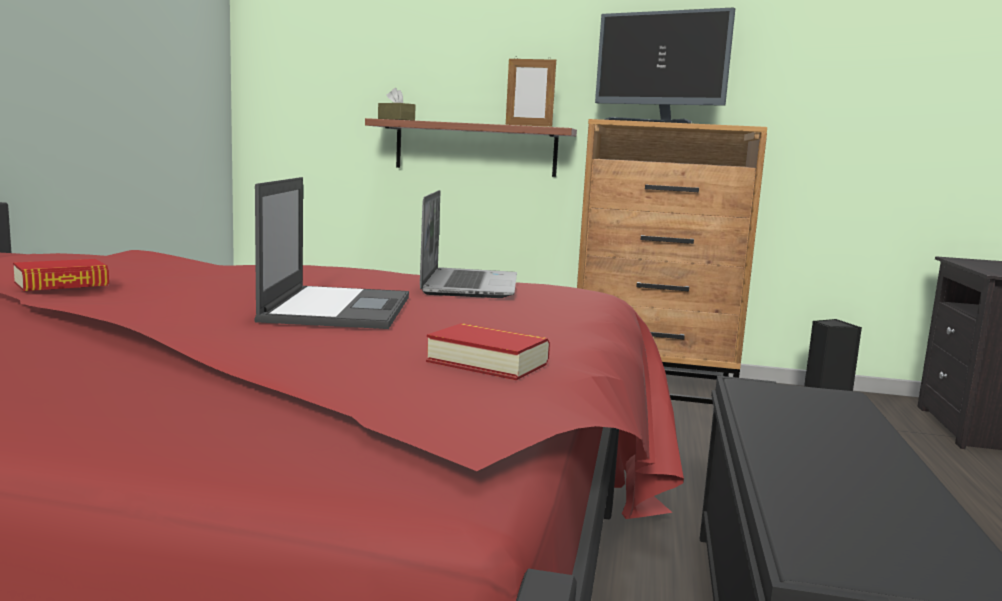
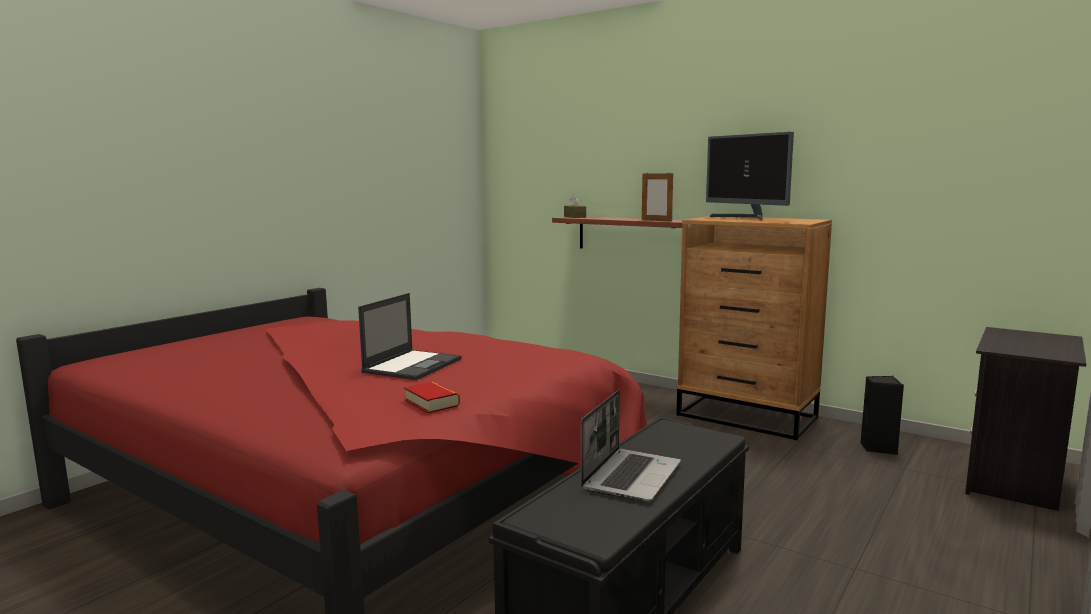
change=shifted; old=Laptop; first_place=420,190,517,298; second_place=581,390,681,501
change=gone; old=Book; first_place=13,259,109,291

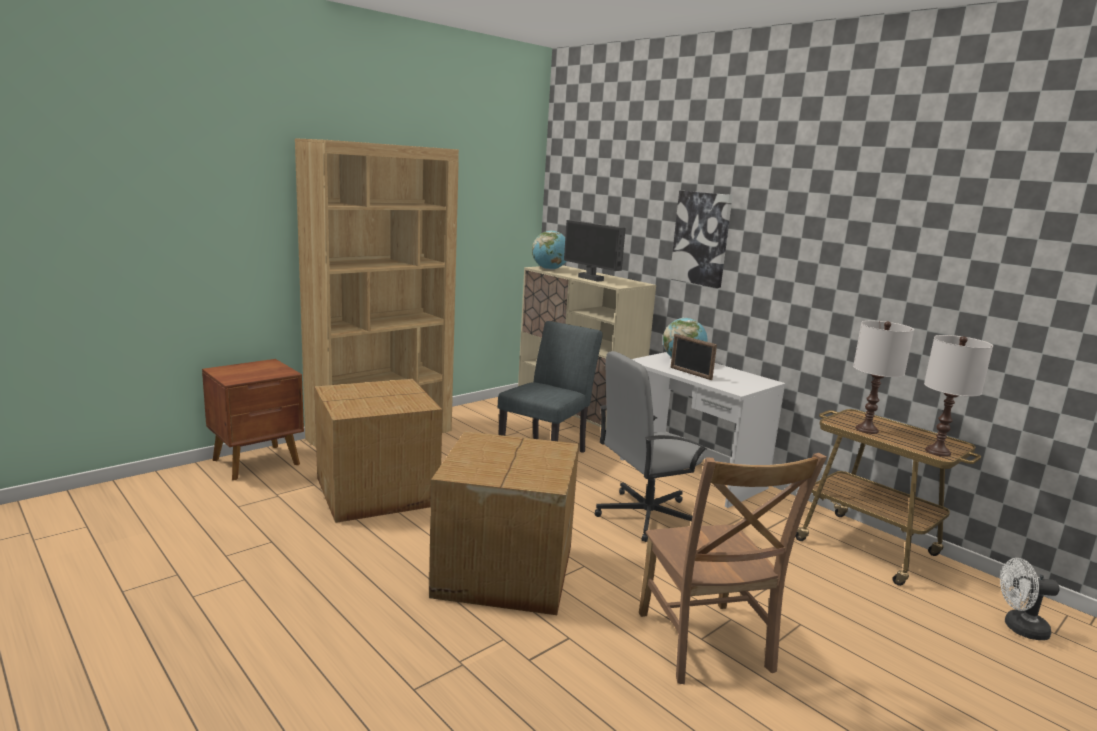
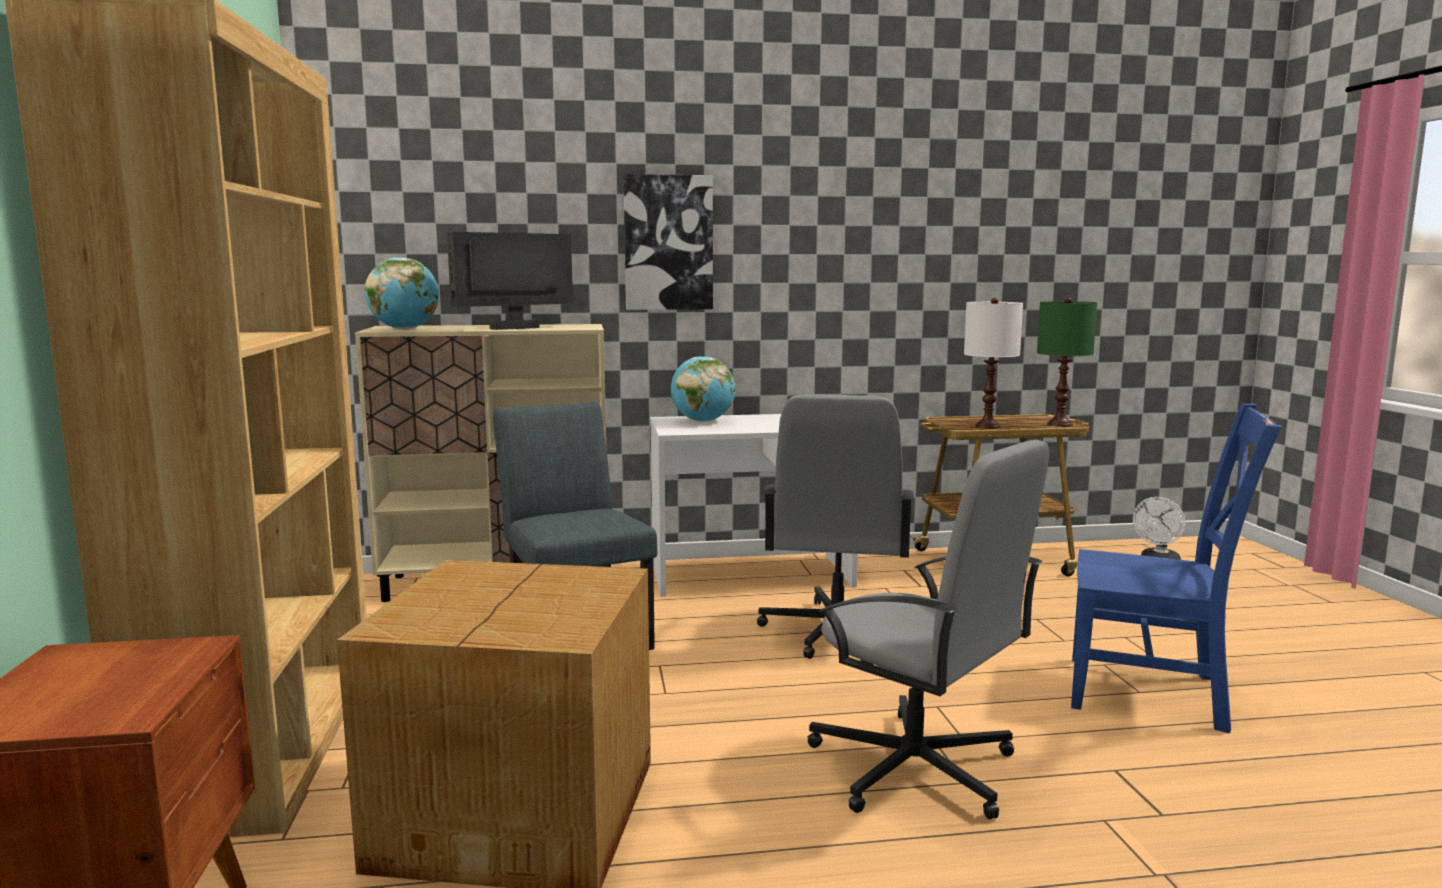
change=rotated; old=Monitor; first_place=564,220,626,282; second_place=447,232,573,330; degrees=150
change=gone; old=PictureFrame; first_place=670,334,717,380
change=repainted; old=WhiteTableLamp; new=GreenTableLamp; first_place=924,335,993,457; second_place=1037,297,1097,427
change=swapped; old=CardboardBox; new=GreyOfficeChair; first_place=429,431,579,615; second_place=807,440,1049,819
change=repainted; old=BrownChair; new=BlueChair; first_place=639,453,827,684; second_place=1071,404,1282,733

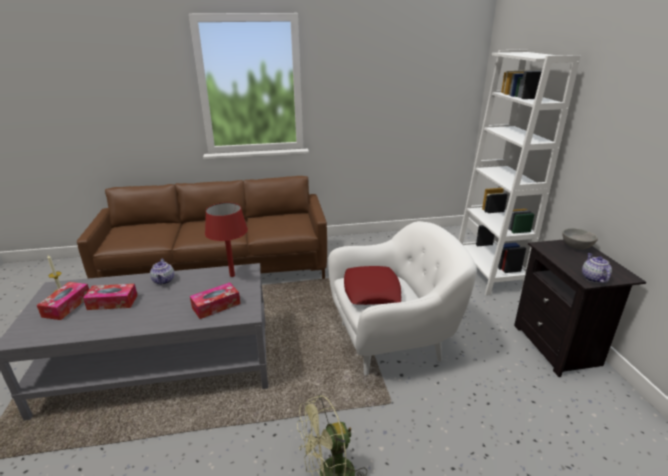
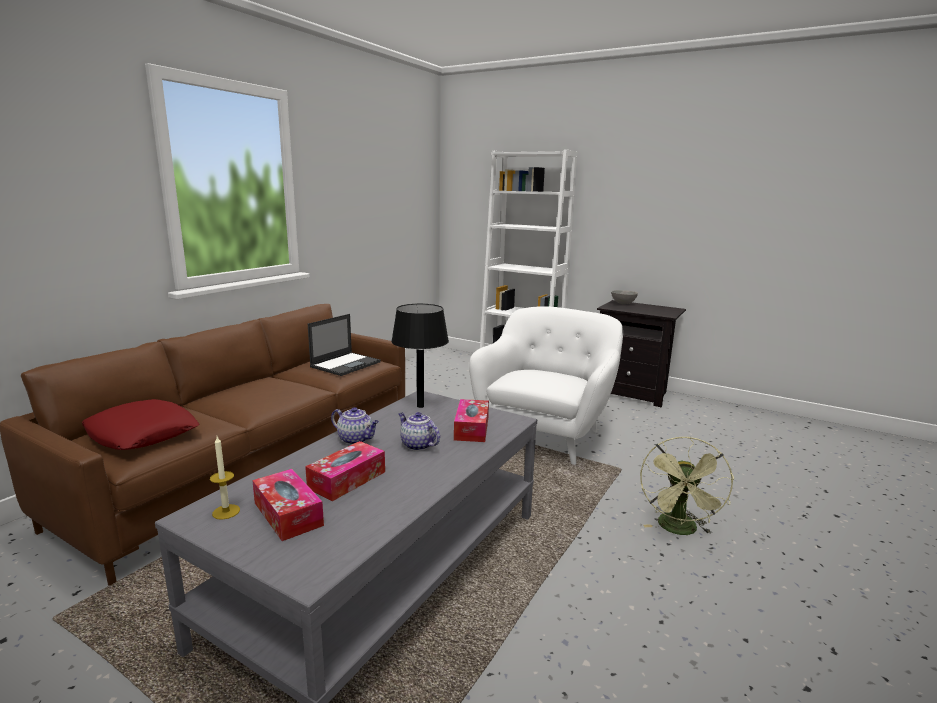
change=repainted; old=RedTableLamp; new=BlackTableLamp; first_place=205,203,248,277; second_place=391,304,449,408
change=shifted; old=Teapot; first_place=582,253,612,283; second_place=398,412,440,451
change=shifted; old=RedPillow; first_place=344,266,402,305; second_place=82,399,200,450
change=new; new=Laptop; second_place=308,314,381,376

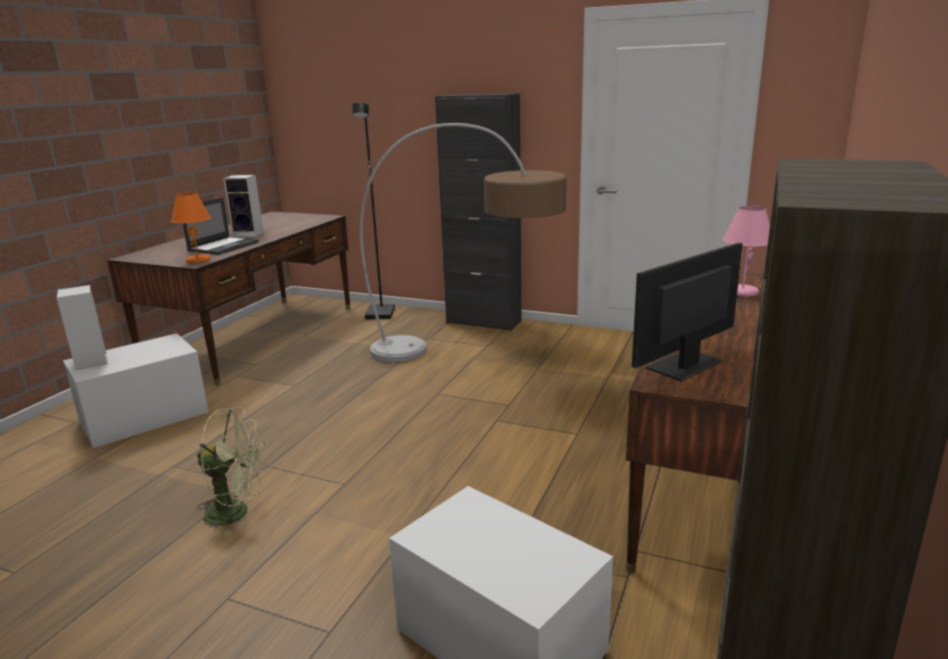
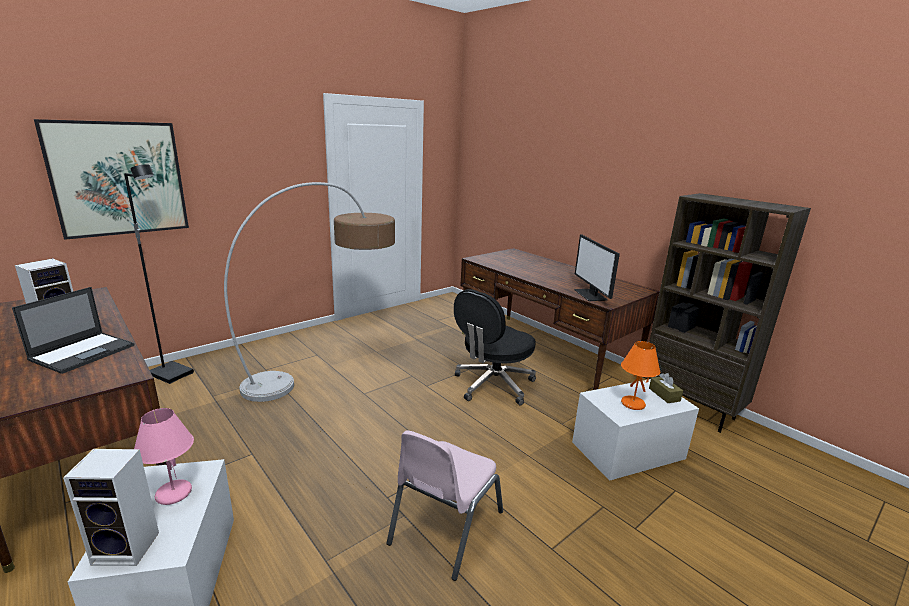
change=gone; old=BlackCabinet; first_place=435,93,521,331
change=shifted; old=OrangeTableLamp; first_place=171,192,211,263; second_place=621,341,660,410
change=rotated; old=Laptop; first_place=183,198,259,255; second_place=12,287,134,374; degrees=60
change=shifted; old=PinkTableLamp; first_place=723,206,770,297; second_place=134,408,194,505
change=swapped; old=GreenFan; new=PinkChair; first_place=197,407,267,537; second_place=387,430,503,581
change=new; new=Picture; second_place=34,119,189,240
change=new; new=BlackOfficeChair; second_place=454,289,536,405
change=new; new=BrownTissueBox; second_place=649,373,683,403

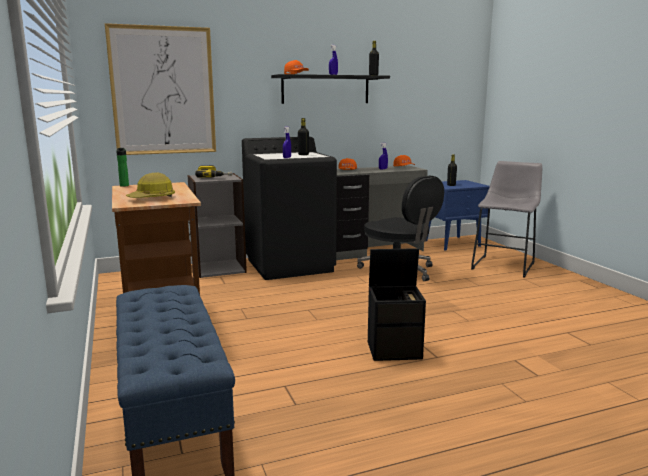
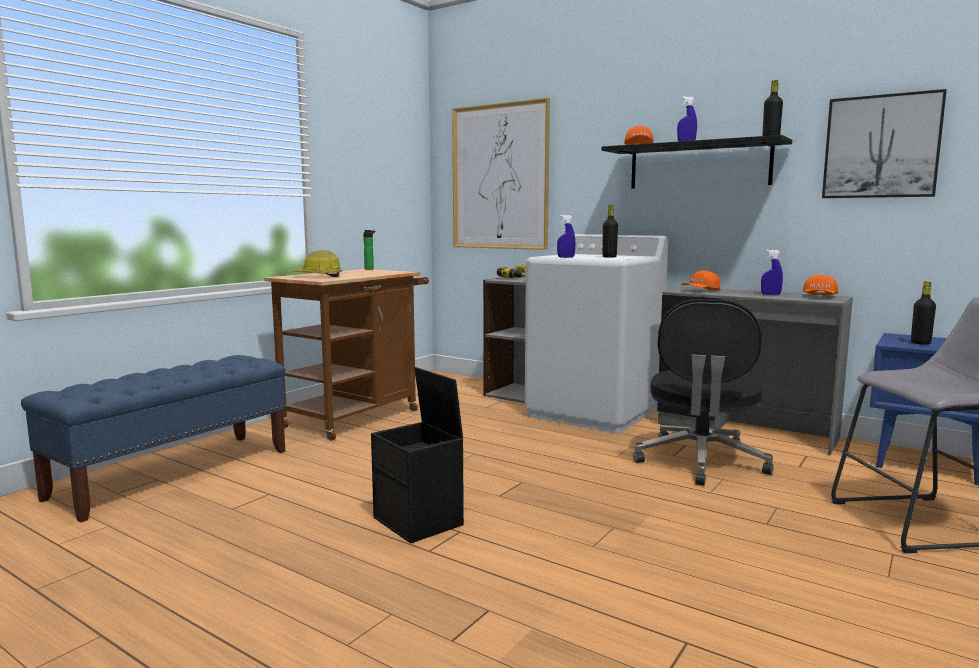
change=repainted; old=BlackWashingMachine; new=WhiteWashingMachine; first_place=242,137,337,280; second_place=525,234,668,434
change=new; new=Picture; second_place=822,89,947,198

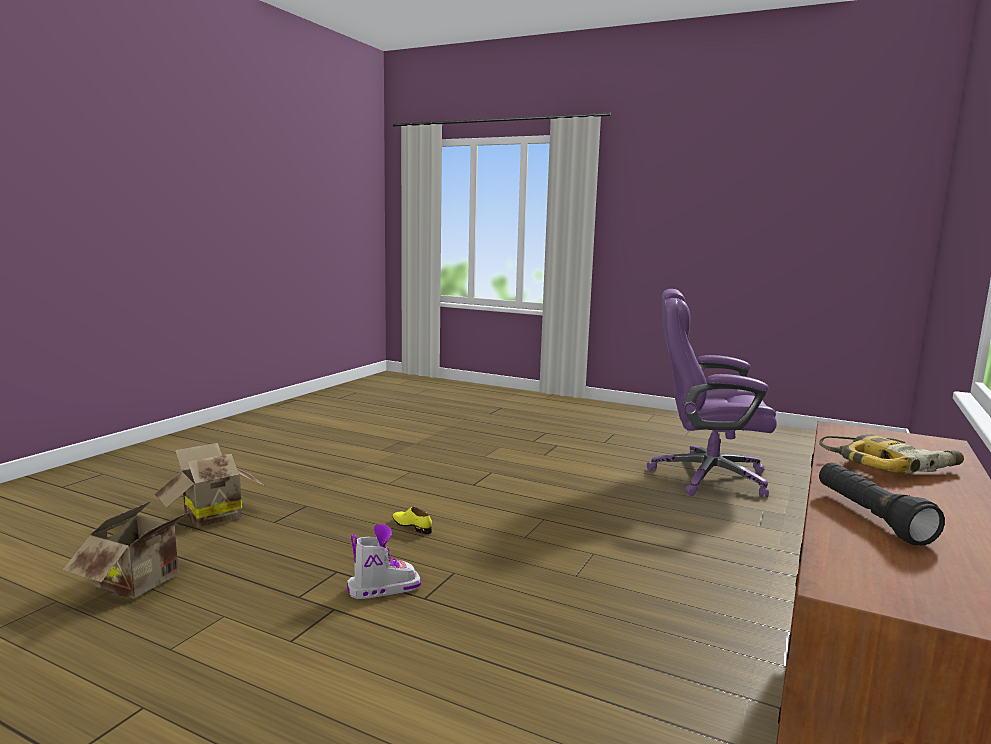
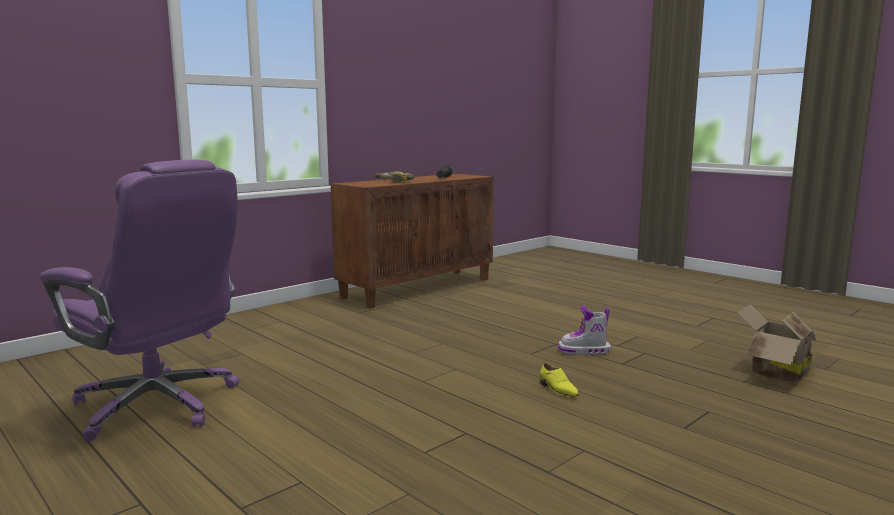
change=gone; old=CardboardBox; first_place=155,443,265,527

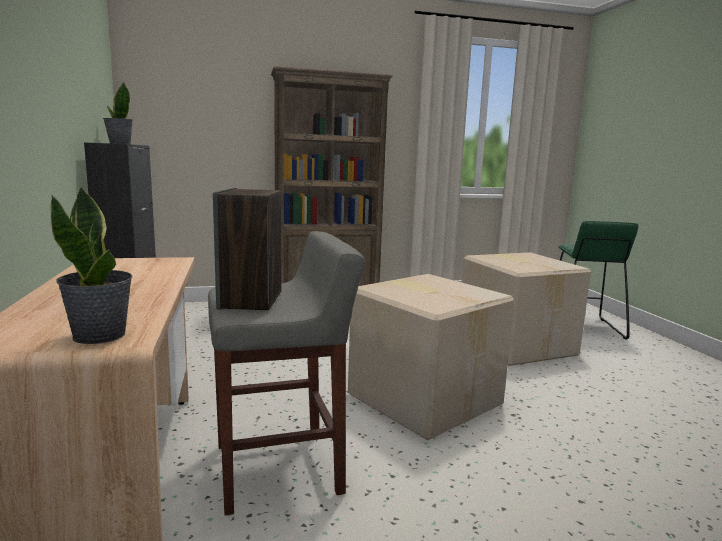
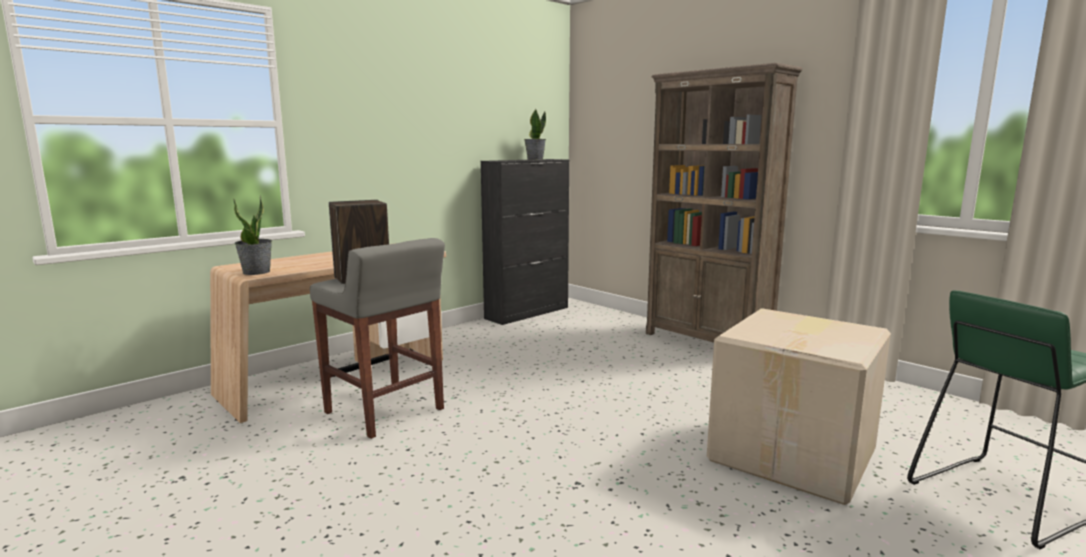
change=gone; old=CardboardBox; first_place=348,274,514,440

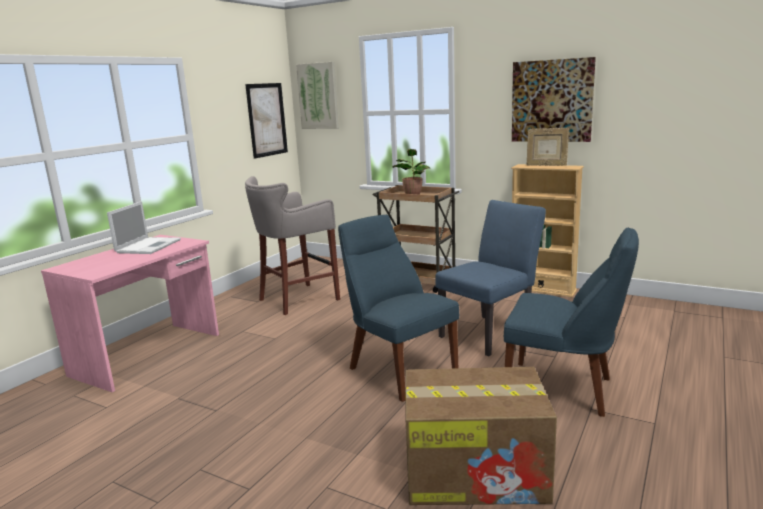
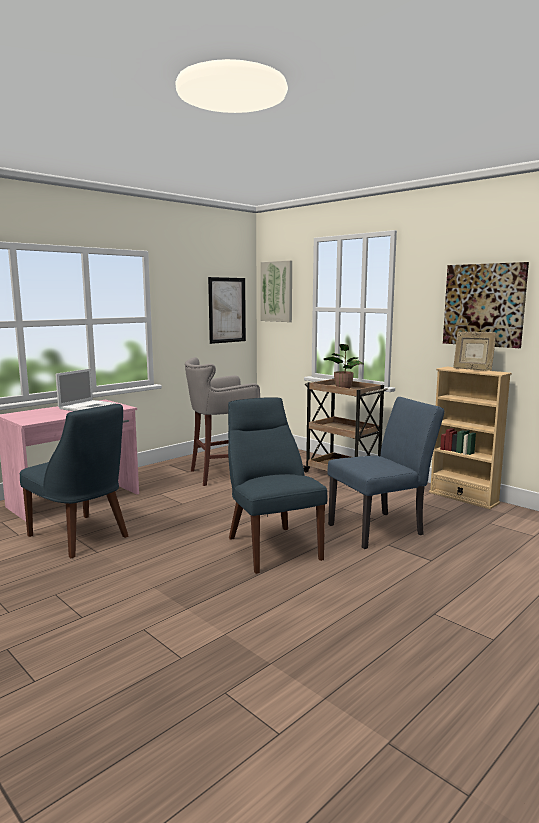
change=shifted; old=BlueChair; first_place=504,227,639,417; second_place=20,404,128,558
change=gone; old=CardboardBox; first_place=406,367,557,505

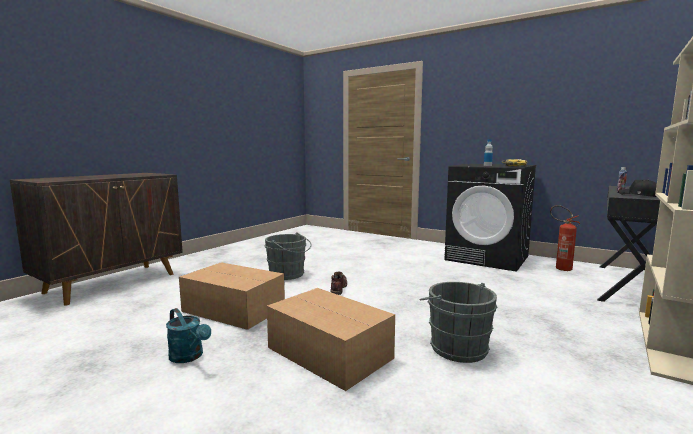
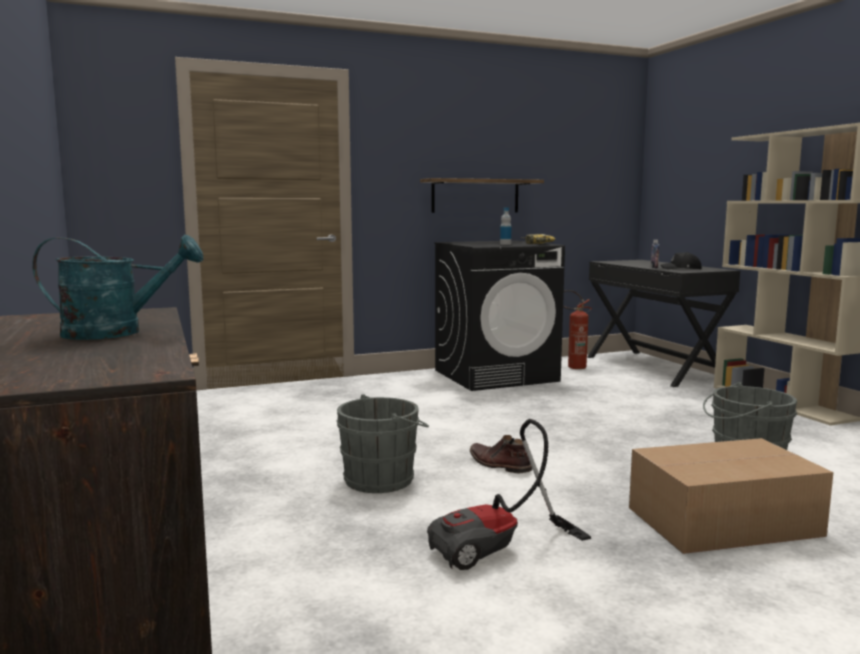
change=swapped; old=CardboardBox; new=VacuumCleaner; first_place=179,262,285,330; second_place=427,419,591,570
change=shifted; old=TurquoiseWateringCan; first_place=166,308,211,363; second_place=32,234,203,340
change=new; new=Shelf; second_place=420,178,544,213

